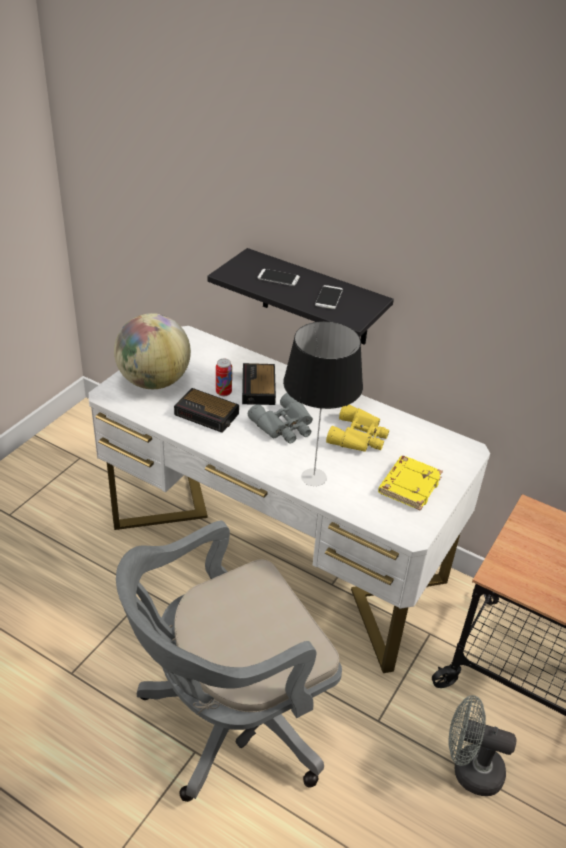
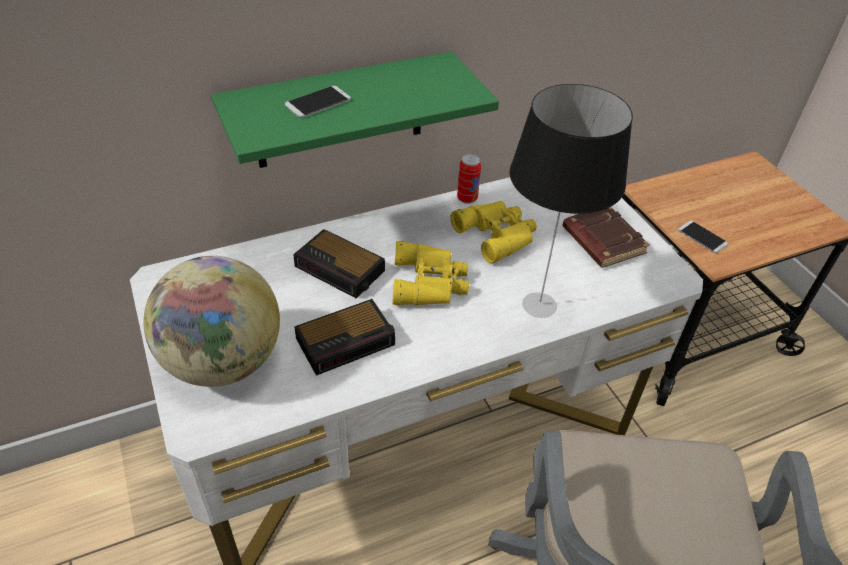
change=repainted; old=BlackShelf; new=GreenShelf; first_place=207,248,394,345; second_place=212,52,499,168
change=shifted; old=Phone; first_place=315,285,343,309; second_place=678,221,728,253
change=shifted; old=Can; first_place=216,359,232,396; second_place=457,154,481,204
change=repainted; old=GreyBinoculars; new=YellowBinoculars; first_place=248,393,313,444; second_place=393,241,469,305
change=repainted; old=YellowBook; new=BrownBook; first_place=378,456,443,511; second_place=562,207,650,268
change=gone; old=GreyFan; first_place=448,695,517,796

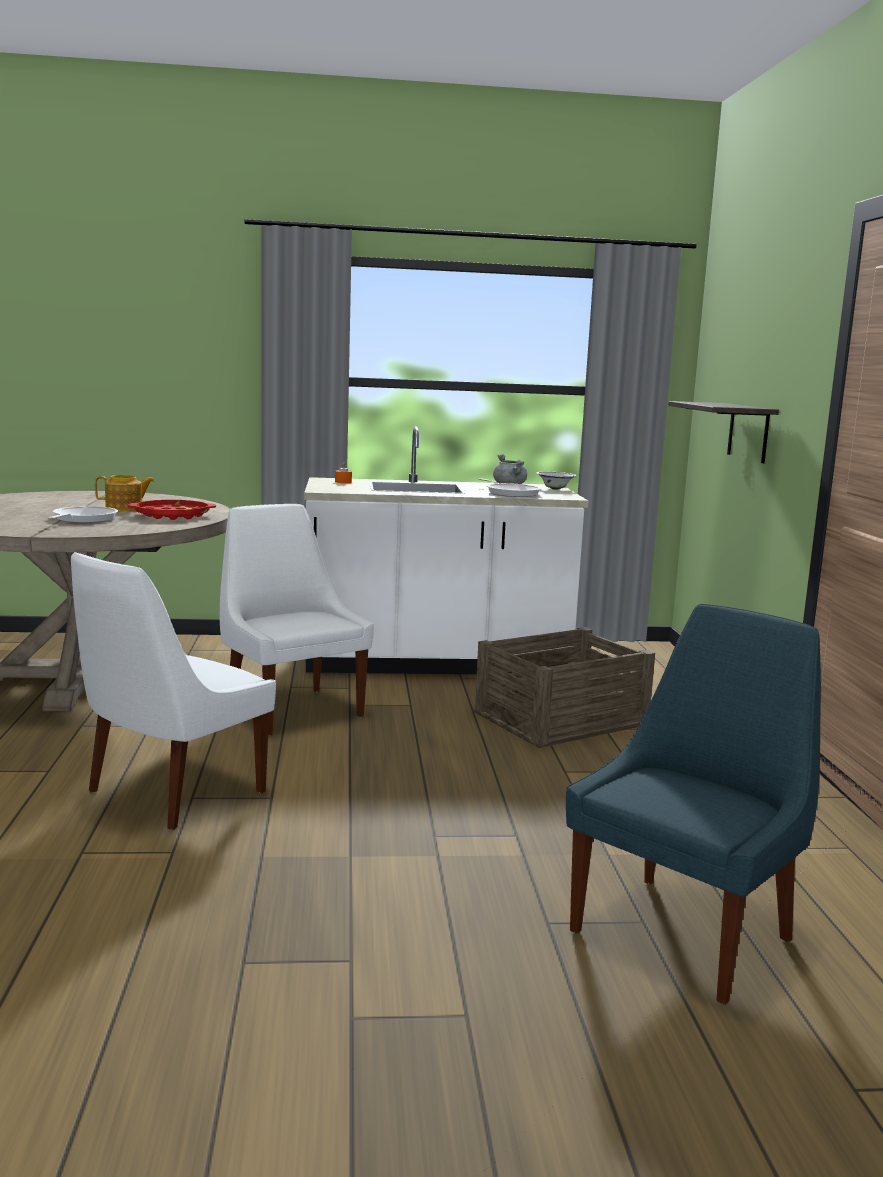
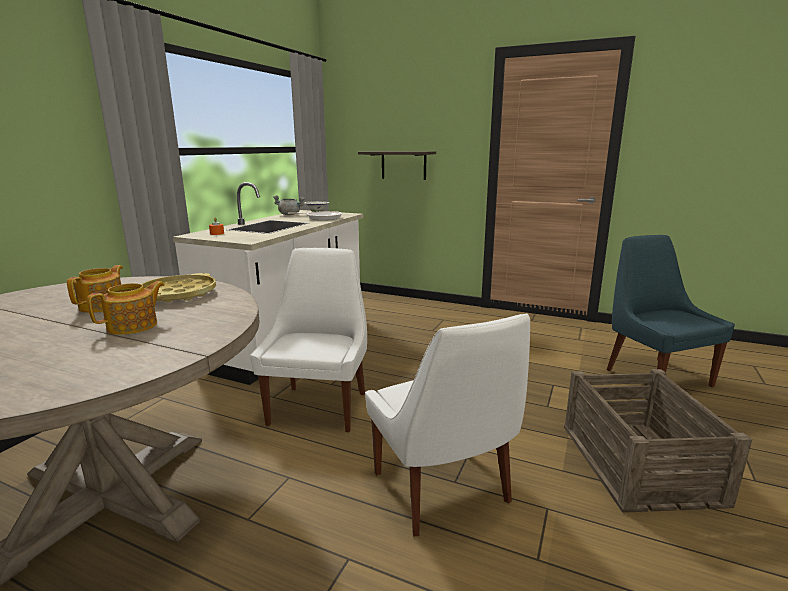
change=repainted; old=RedTray; new=YellowTray; first_place=128,500,216,520; second_place=142,273,216,302
change=rotated; old=WhiteChair; first_place=220,504,374,736; second_place=250,248,367,432; degrees=105
change=swapped; old=FryingPan; new=Teapot; first_place=48,506,118,523; second_place=87,281,165,335
change=shifted; old=Crate; first_place=474,627,655,748; second_place=564,369,752,513

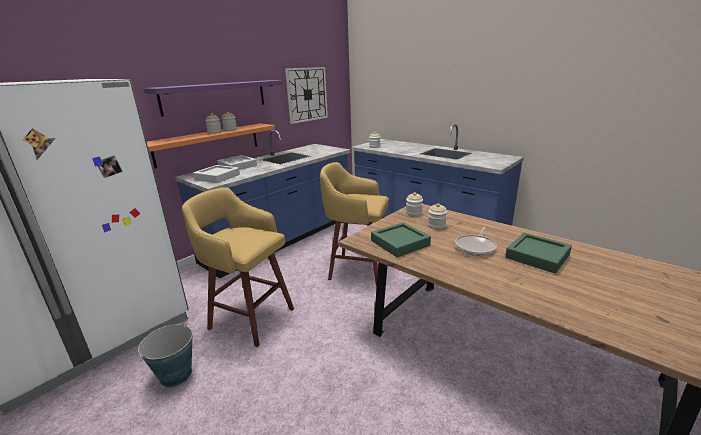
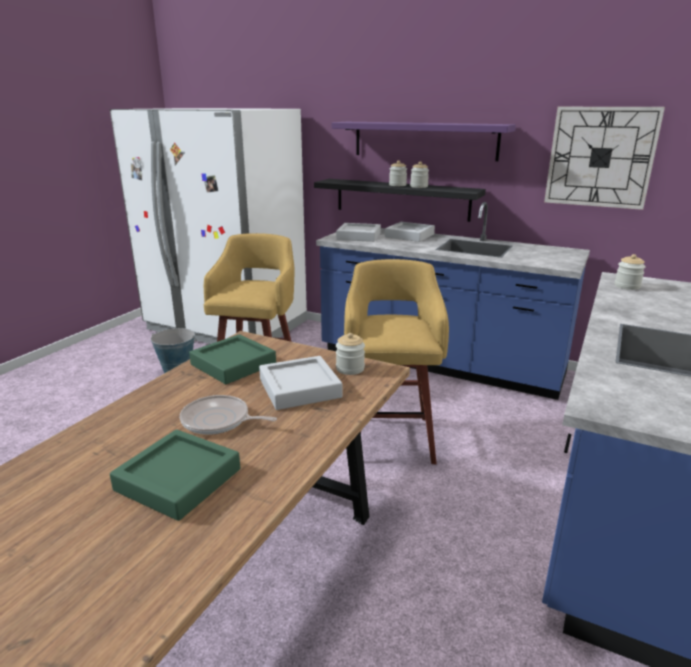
change=repainted; old=OrangeShelf; new=BlackShelf; first_place=147,123,275,168; second_place=314,179,486,222
change=swapped; old=Jar; new=GreyTray; first_place=428,203,447,230; second_place=259,356,342,410

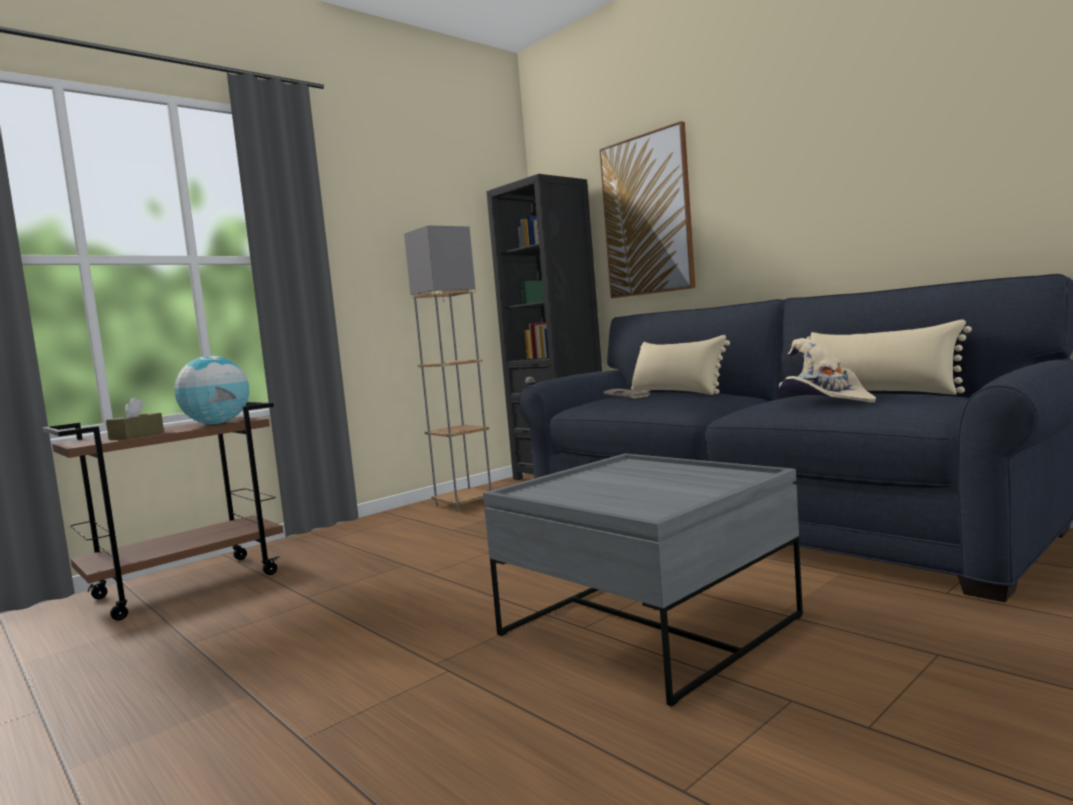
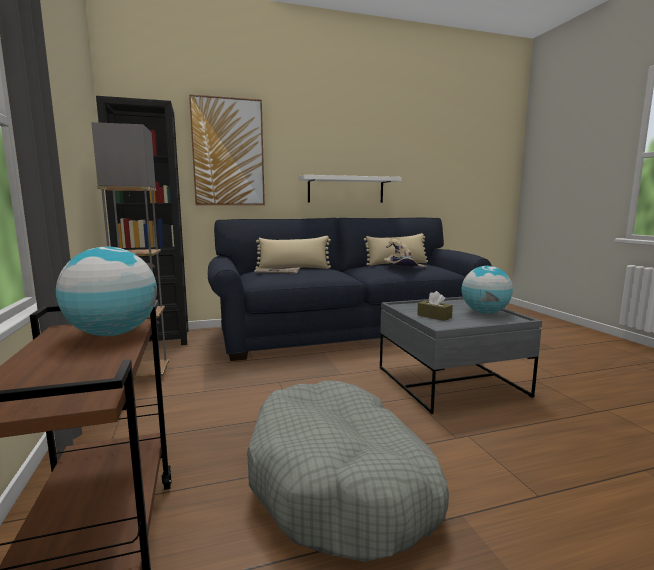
change=shifted; old=BrownTissueBox; first_place=106,397,164,440; second_place=417,291,453,321
change=new; new=WhiteShelf; second_place=298,175,402,203
change=new; new=Globe; second_place=462,266,513,314
change=new; new=GreyDogBed; second_place=247,380,449,562

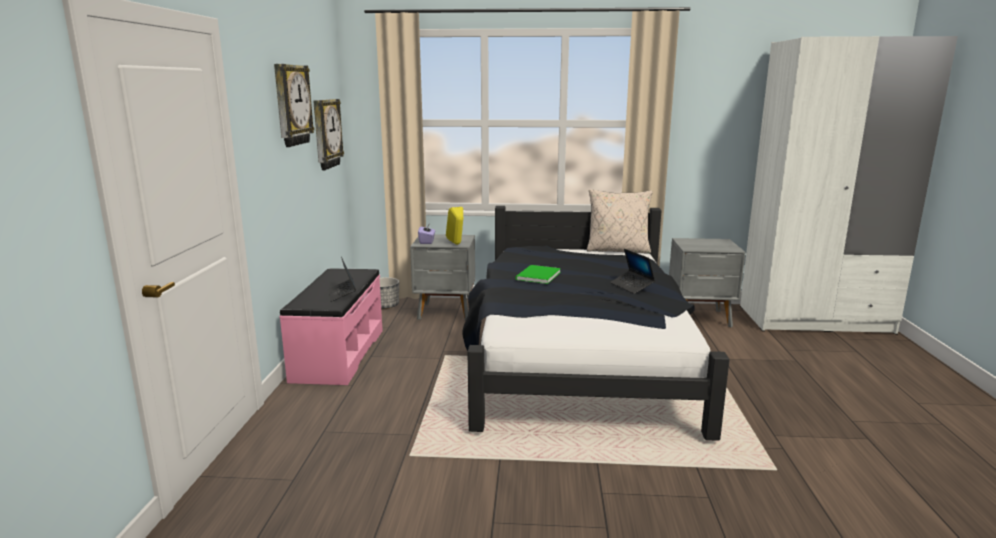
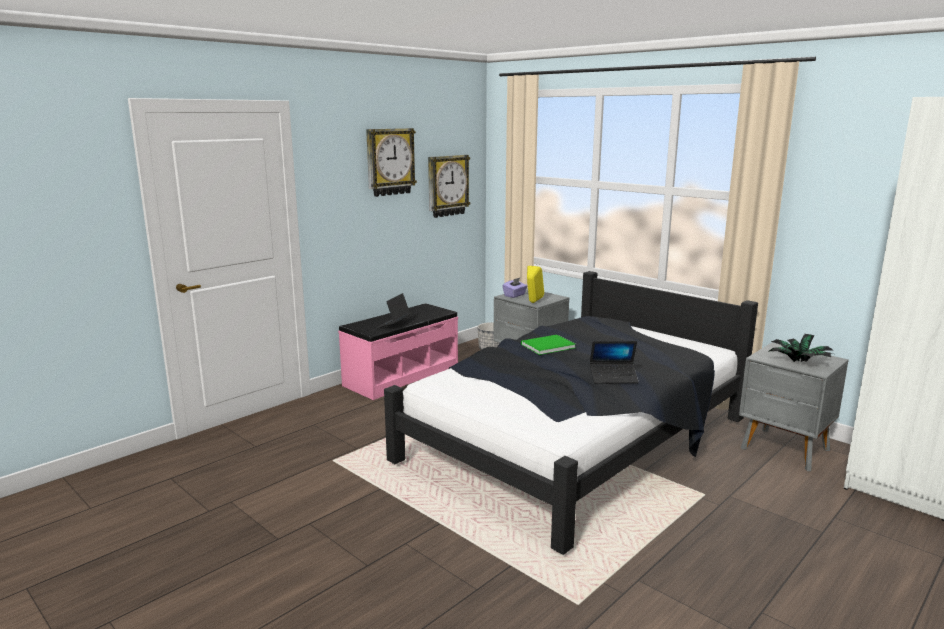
change=gone; old=BeigePillow; first_place=587,189,653,254
change=rotated; old=Laptop; first_place=610,249,655,294; second_place=590,341,639,383; degrees=-105
change=new; new=PottedPlant; second_place=769,334,833,362

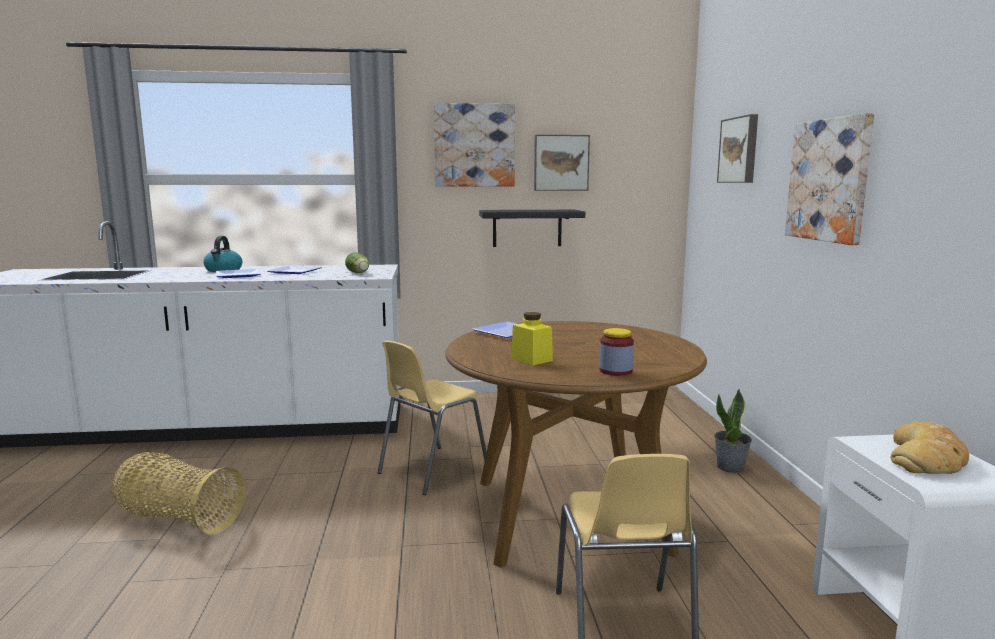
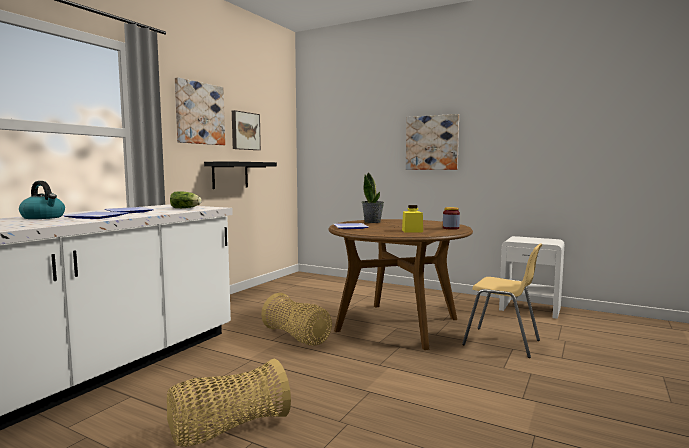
change=gone; old=Picture; first_place=717,114,758,183
change=swapped; old=YellowChair; new=Basket; first_place=378,341,487,495; second_place=261,293,332,346
change=shifted; old=PottedPlant; first_place=714,389,752,473; second_place=362,173,384,223
change=gone; old=Bread; first_place=890,421,969,474

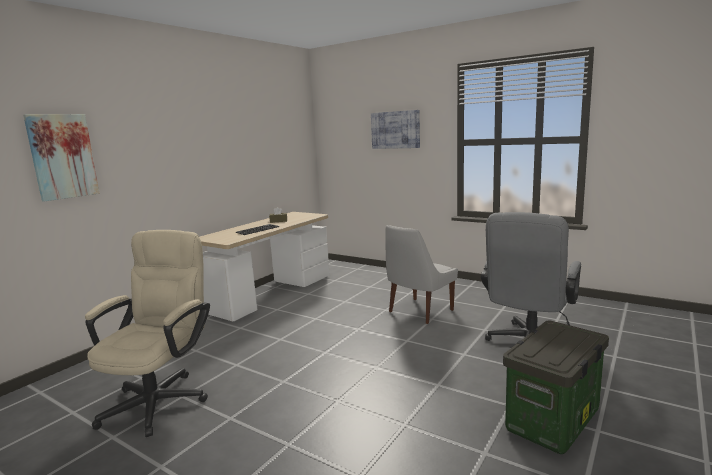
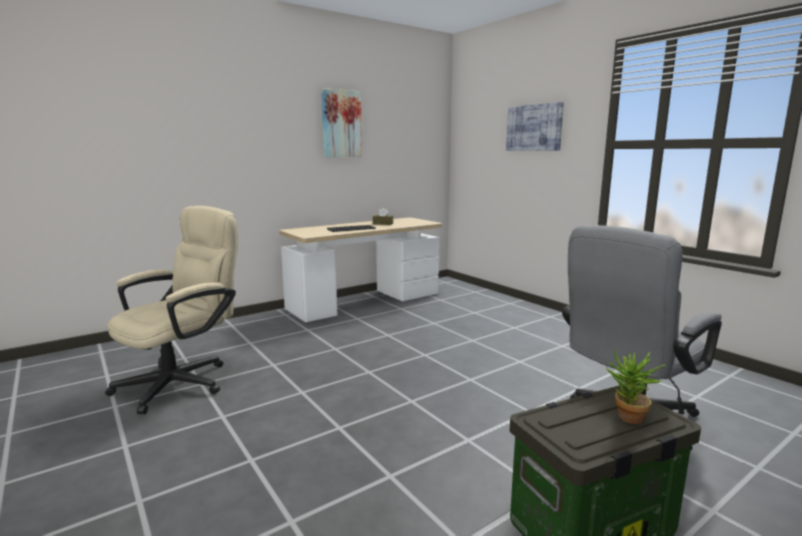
change=shifted; old=Picture; first_place=23,114,100,202; second_place=321,88,362,157
change=gone; old=WhiteChair; first_place=385,225,458,324
change=new; new=PottedPlant; second_place=605,349,666,424

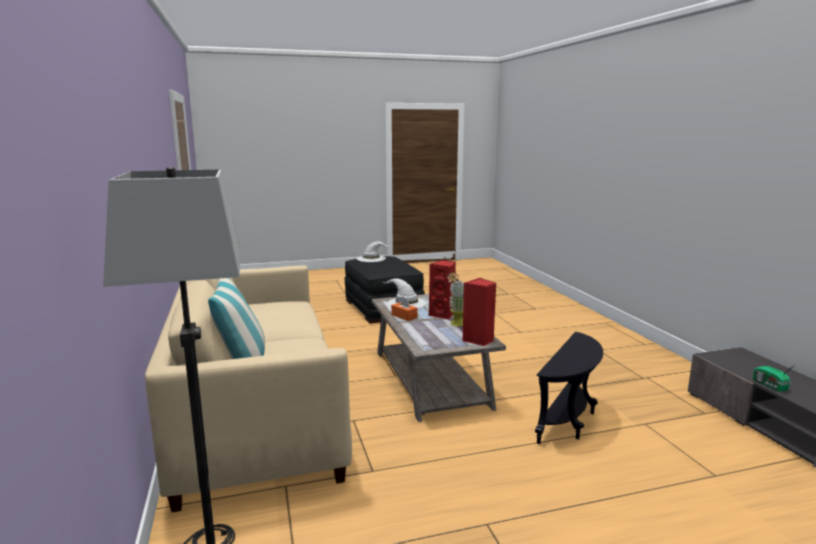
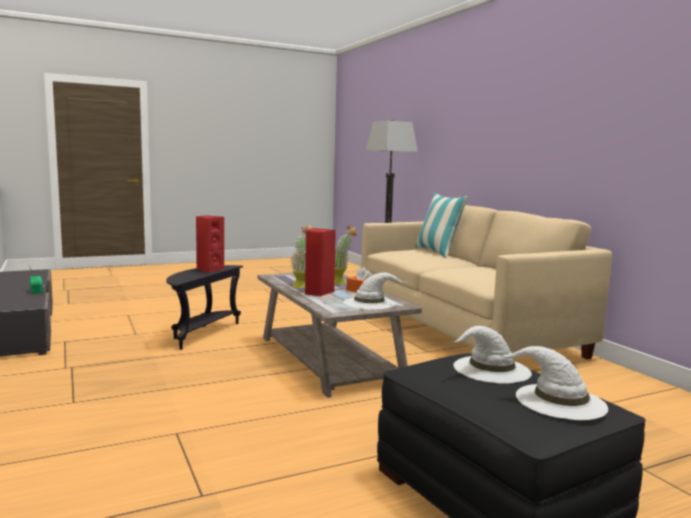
change=shifted; old=RedSpeaker; first_place=462,278,496,346; second_place=196,216,224,273
change=new; new=PottedPlant; second_place=335,226,357,284
change=new; new=WhiteHat; second_place=451,326,532,383

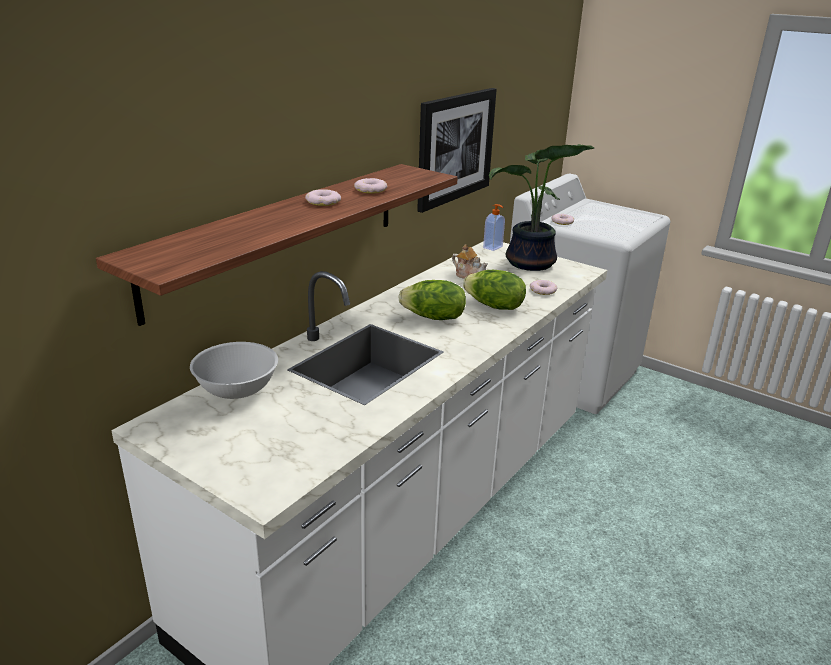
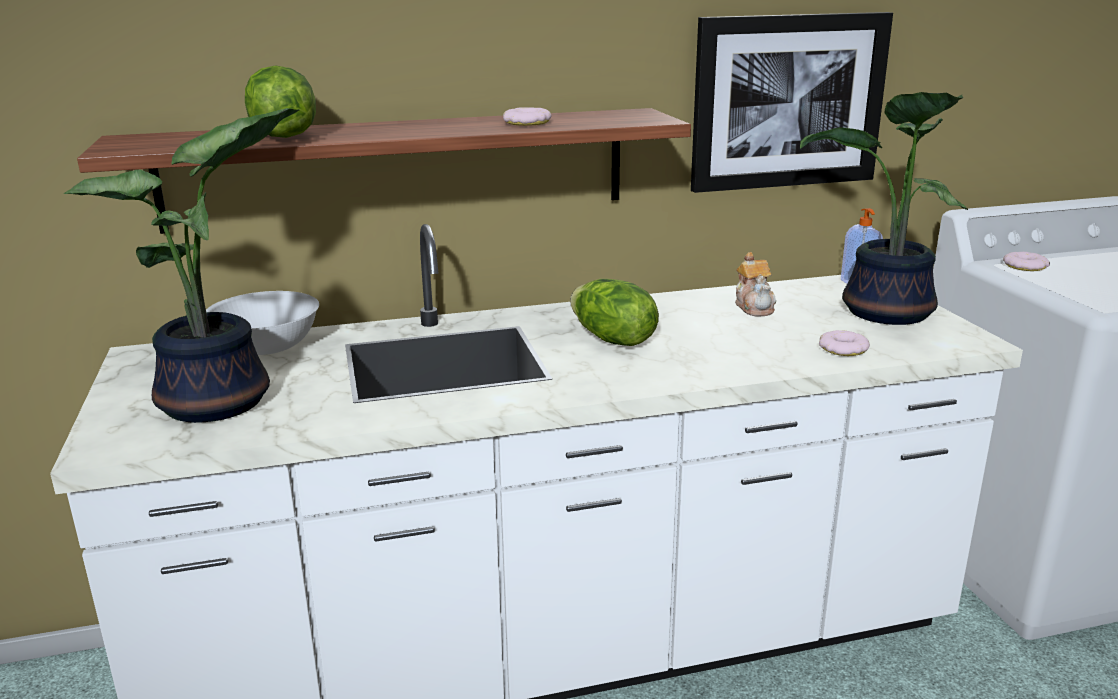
change=gone; old=Donut; first_place=305,189,341,206
change=shifted; old=Lettuce; first_place=463,270,526,310; second_place=245,65,316,138
change=new; new=PottedPlant; second_place=64,108,299,423

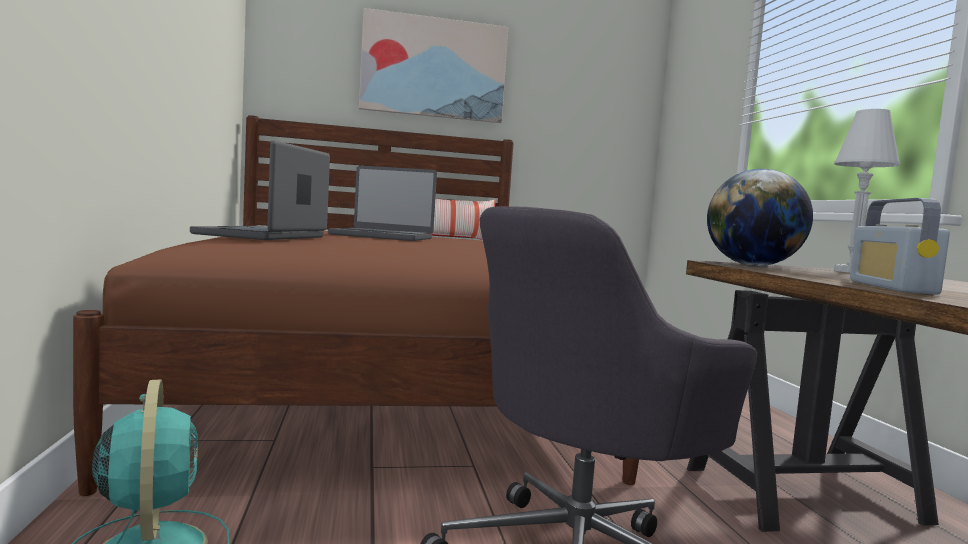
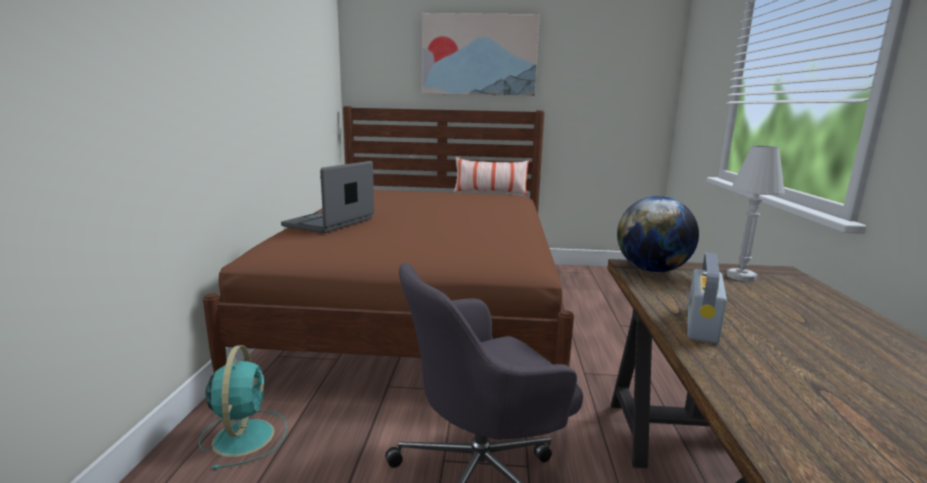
change=gone; old=Laptop; first_place=328,165,437,241

